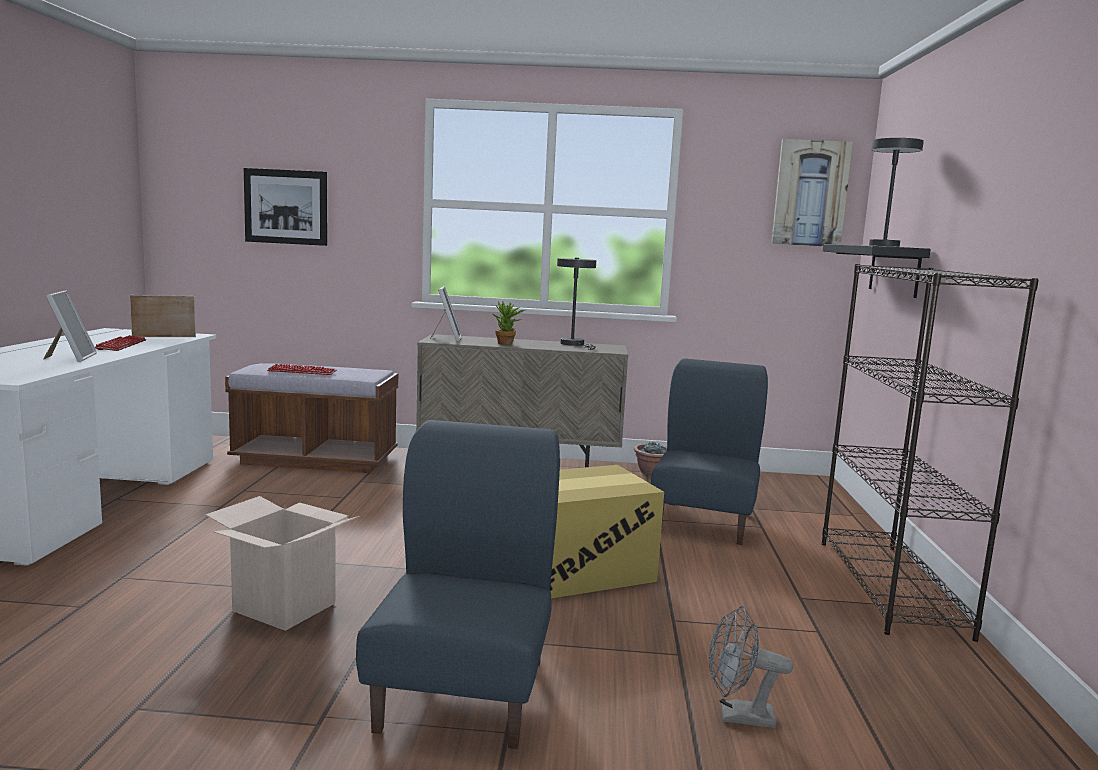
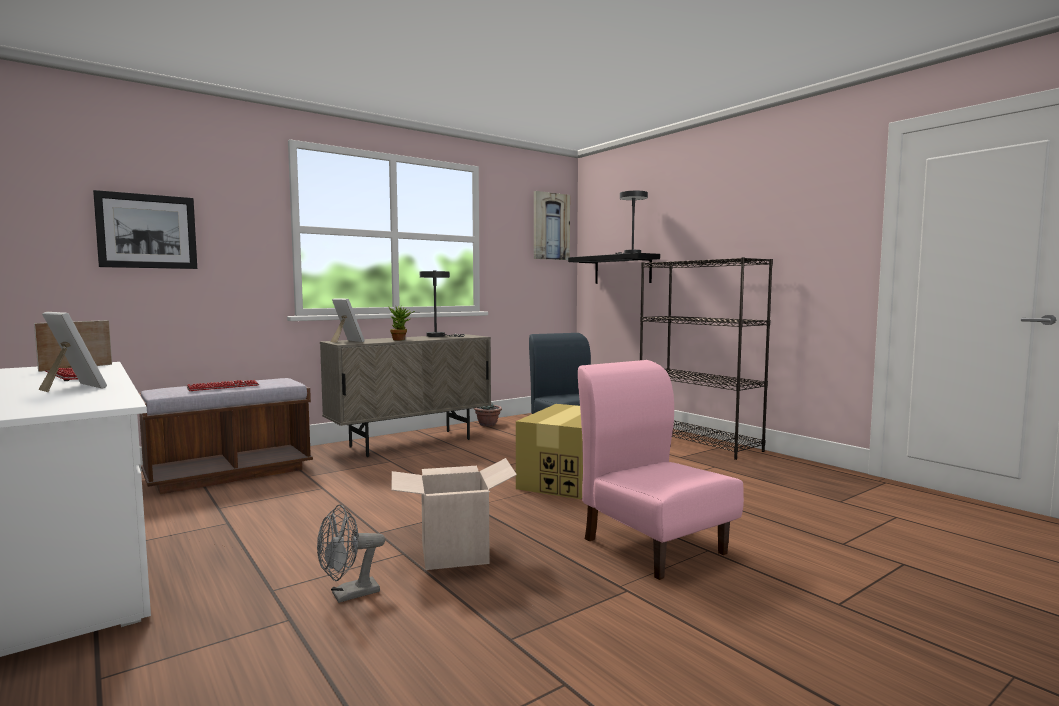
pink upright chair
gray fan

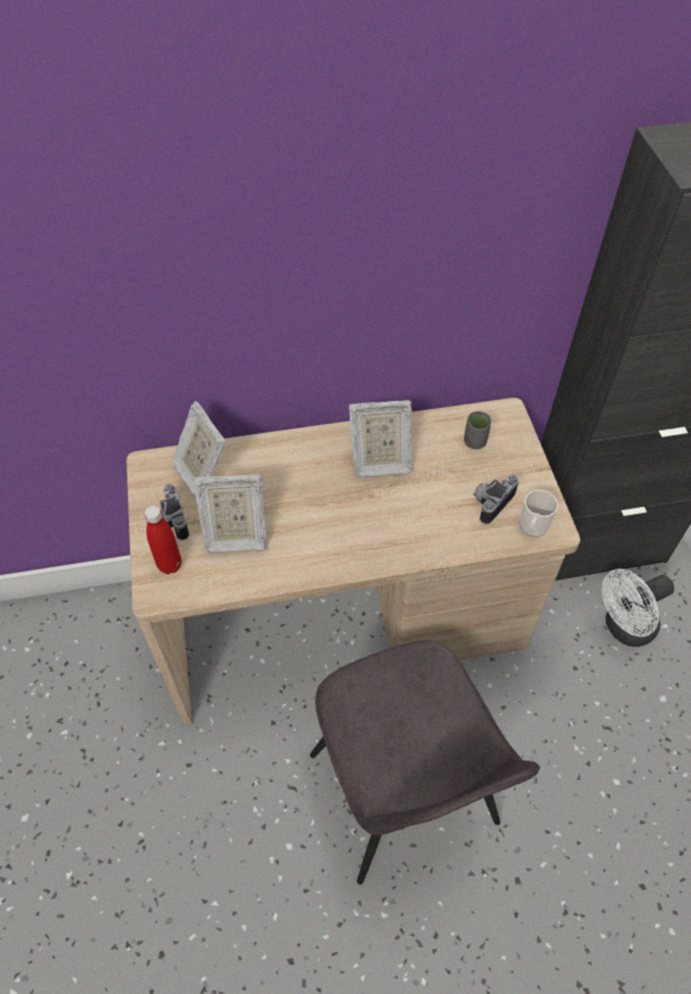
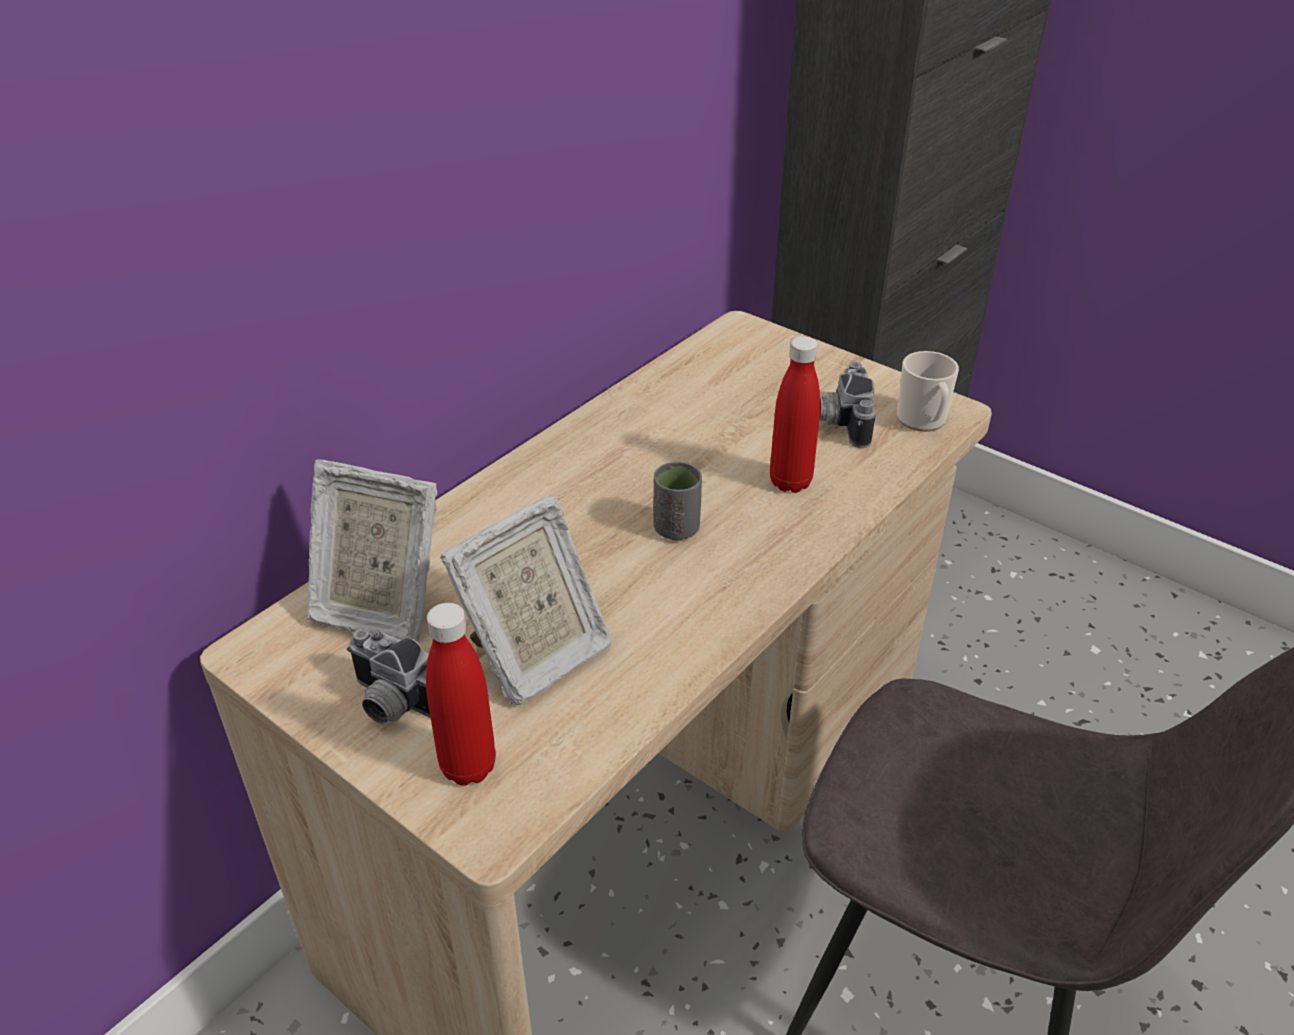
photo frame (3rd from left in the first image)
gray drinking cup
white fan
red-coloured bottle (2nd from left)

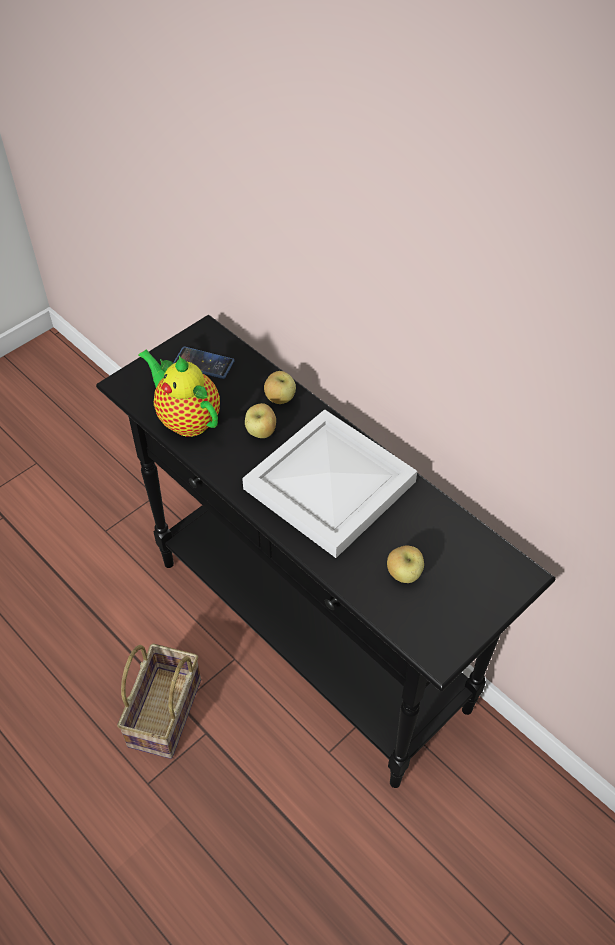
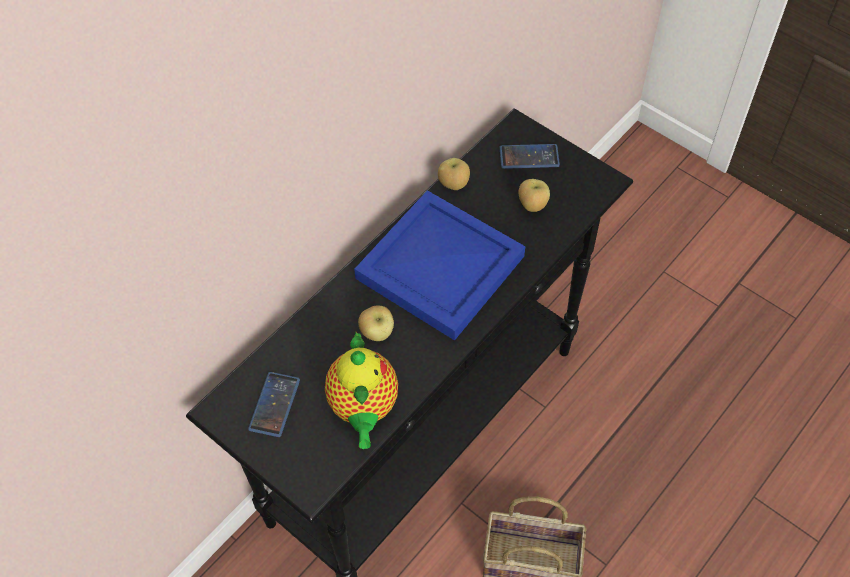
teapot
blue-coloured carrying tray
whole apple (2nd from left)
telephone (2nd from left)

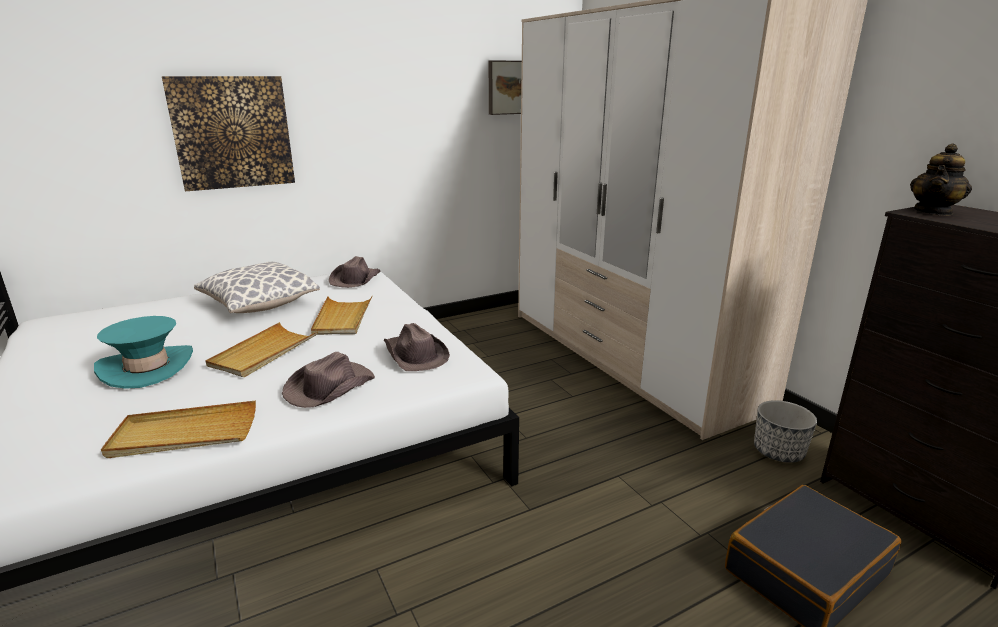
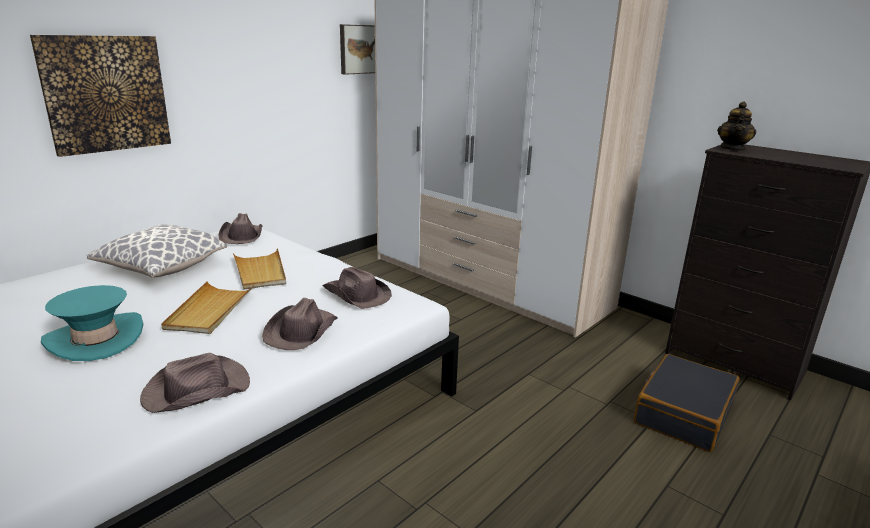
brown hat (1st from left)
planter

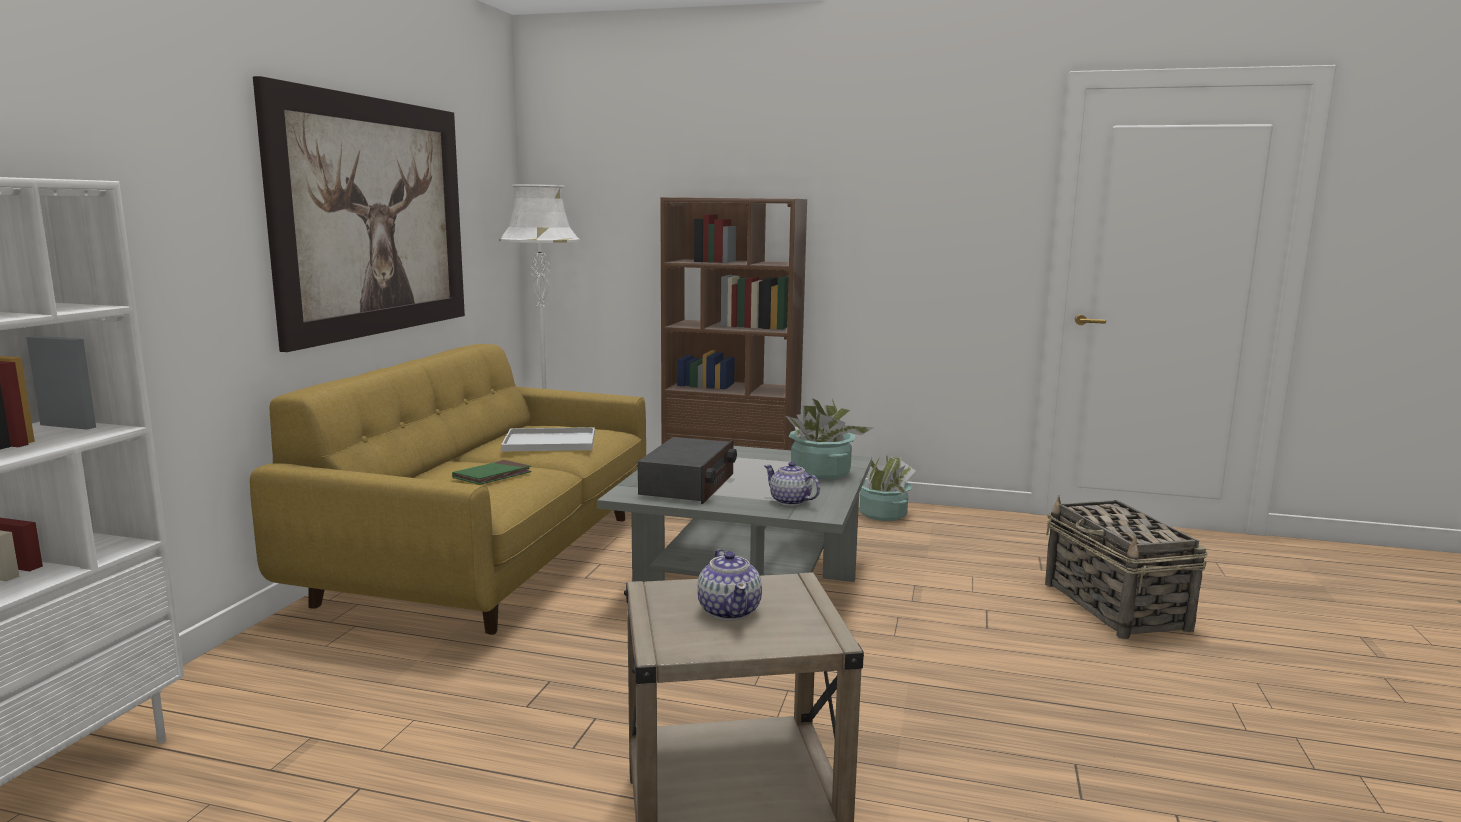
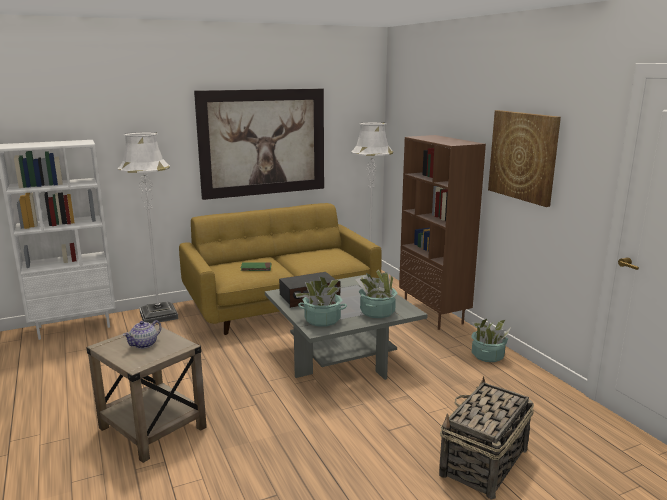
white carrying tray
potted plant (1st from left)
white standing lamp (1st from left)
wall art (2nd from left)

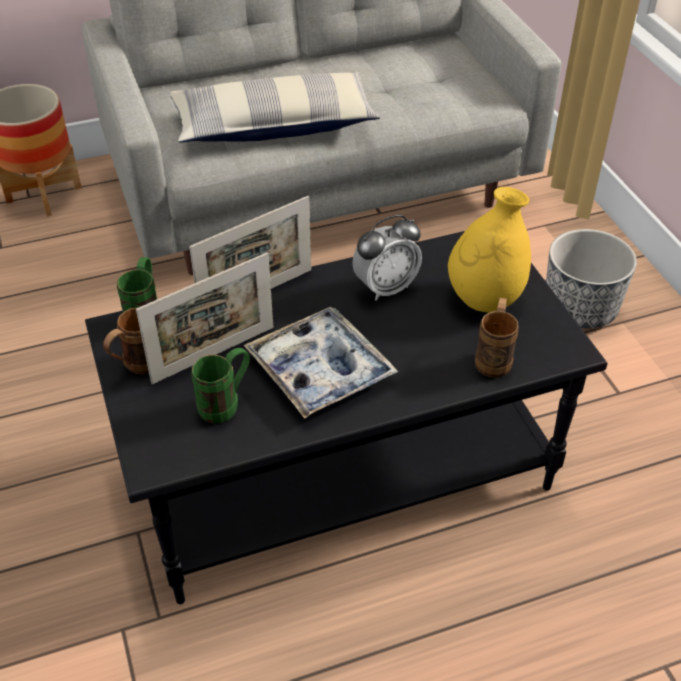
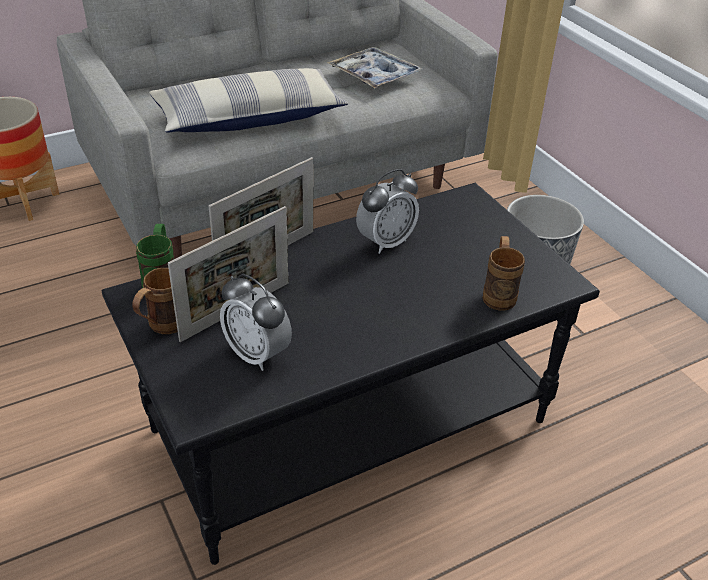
table clock (1st from left)
carrying tray
yellow flower vase

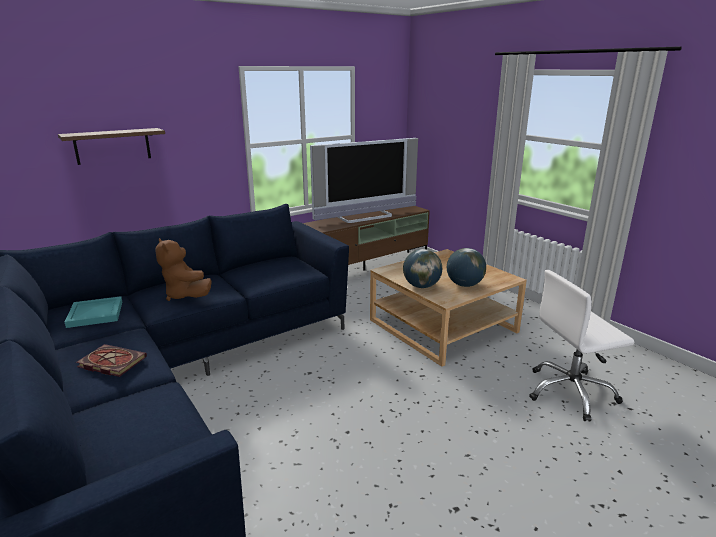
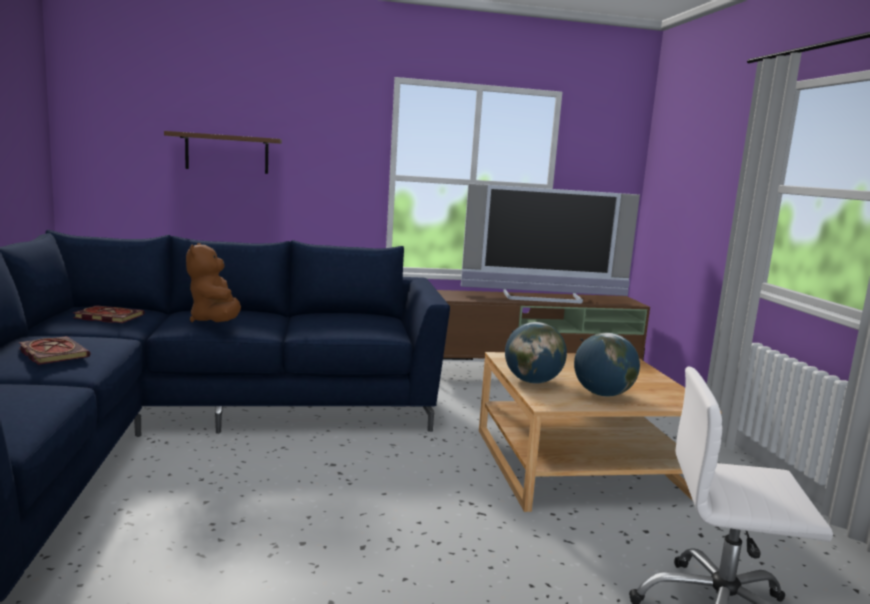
bound book (2nd from left)

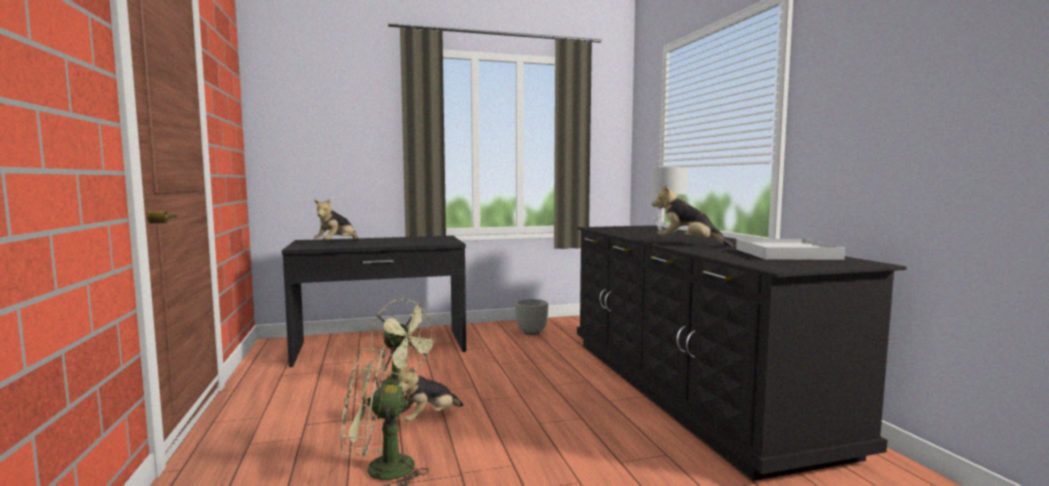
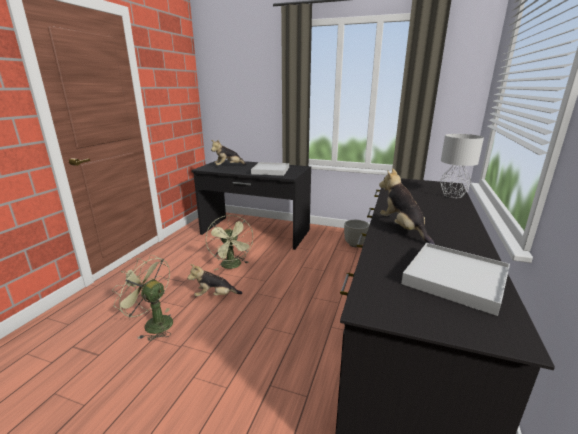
white carrying tray (1st from left)

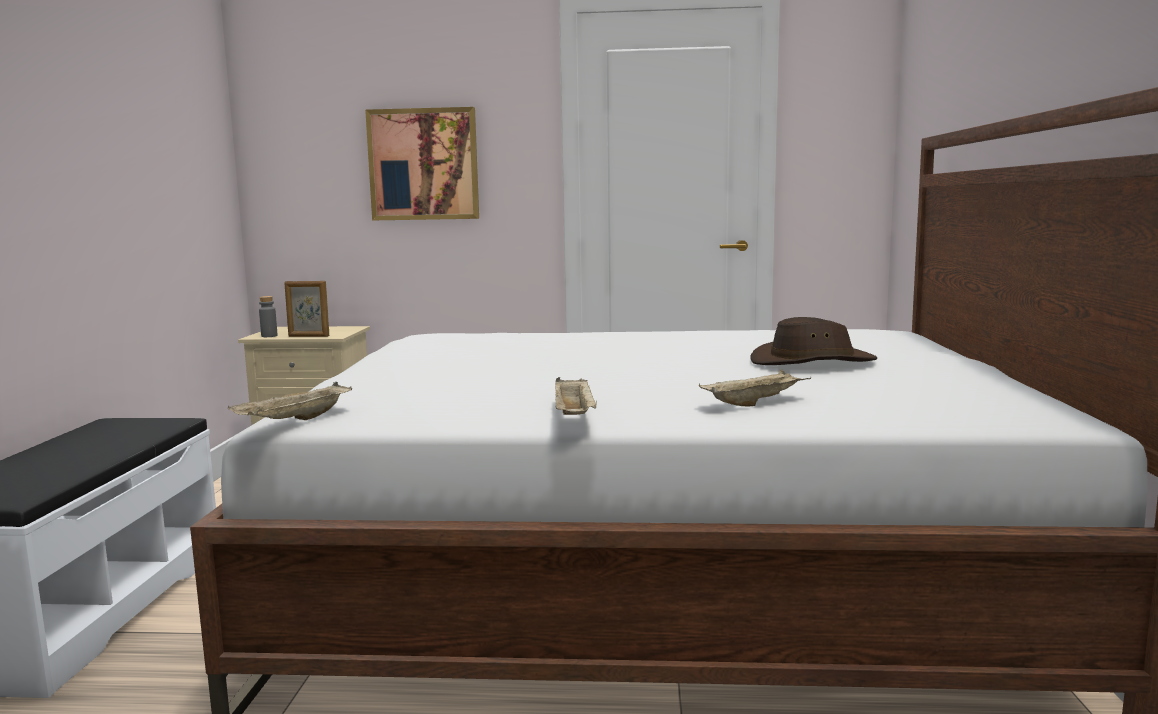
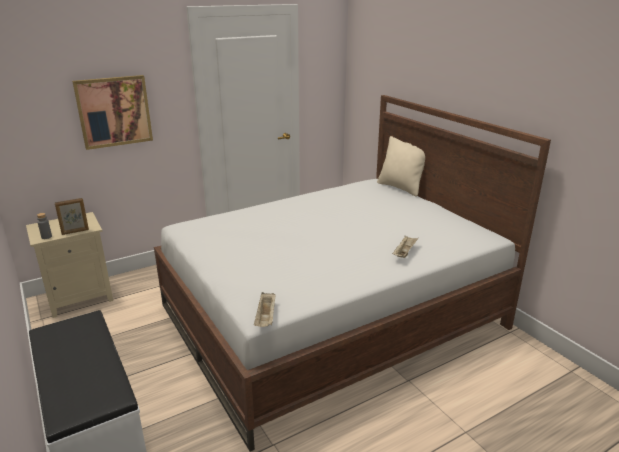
beige carrying tray (2nd from left in the first image)
brown hat
beige throw pillow

